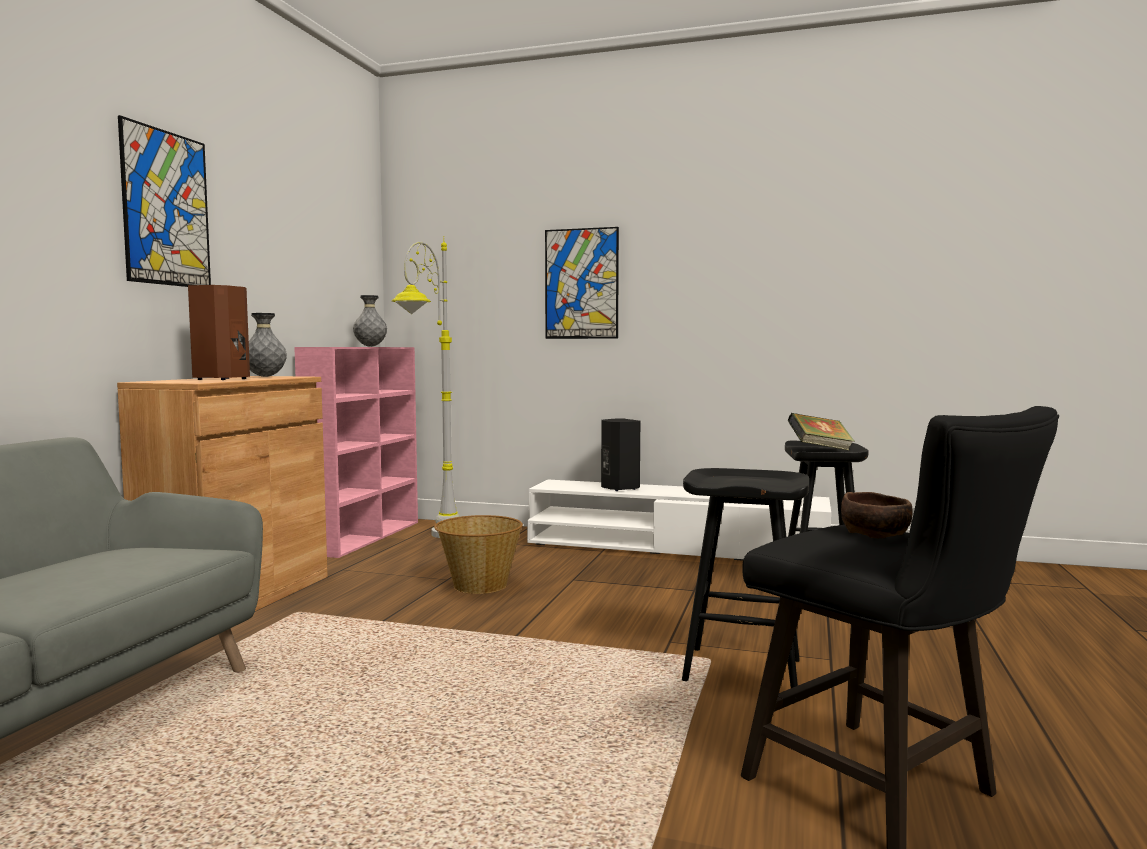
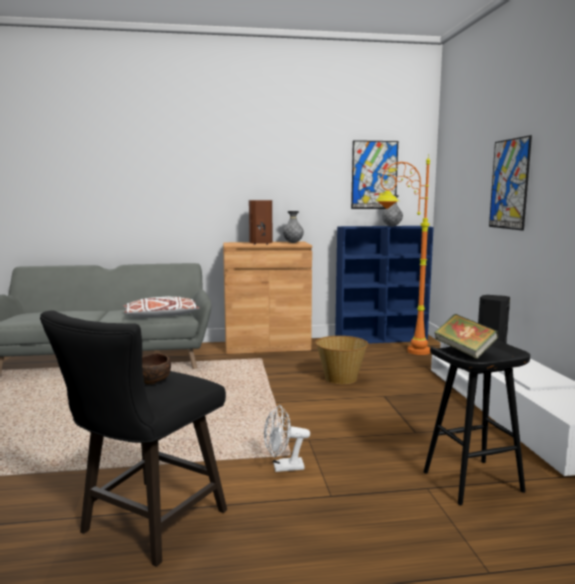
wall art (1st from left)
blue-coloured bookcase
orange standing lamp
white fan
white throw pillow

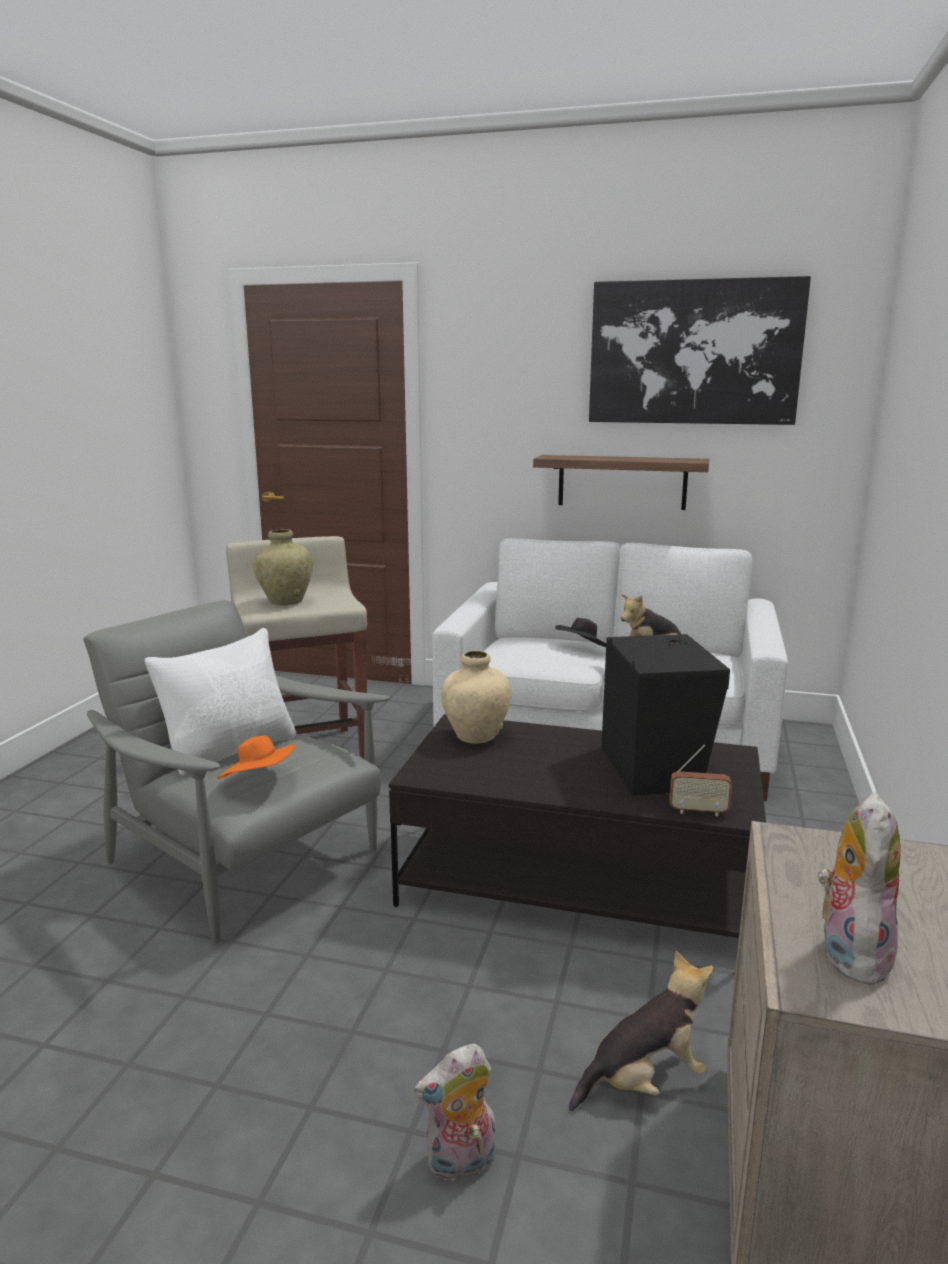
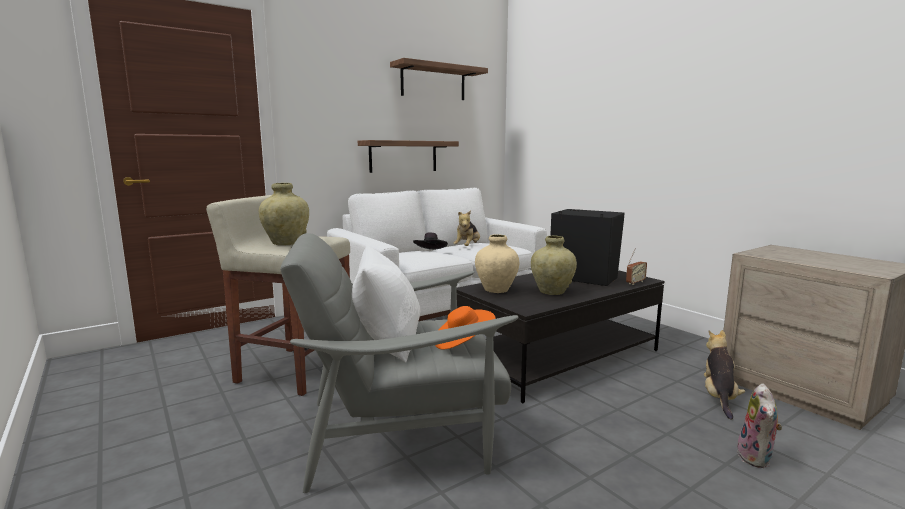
bracket shelf (2nd from left)
cuddly toy (4th from left in the first image)
beige flower vase (3rd from left)

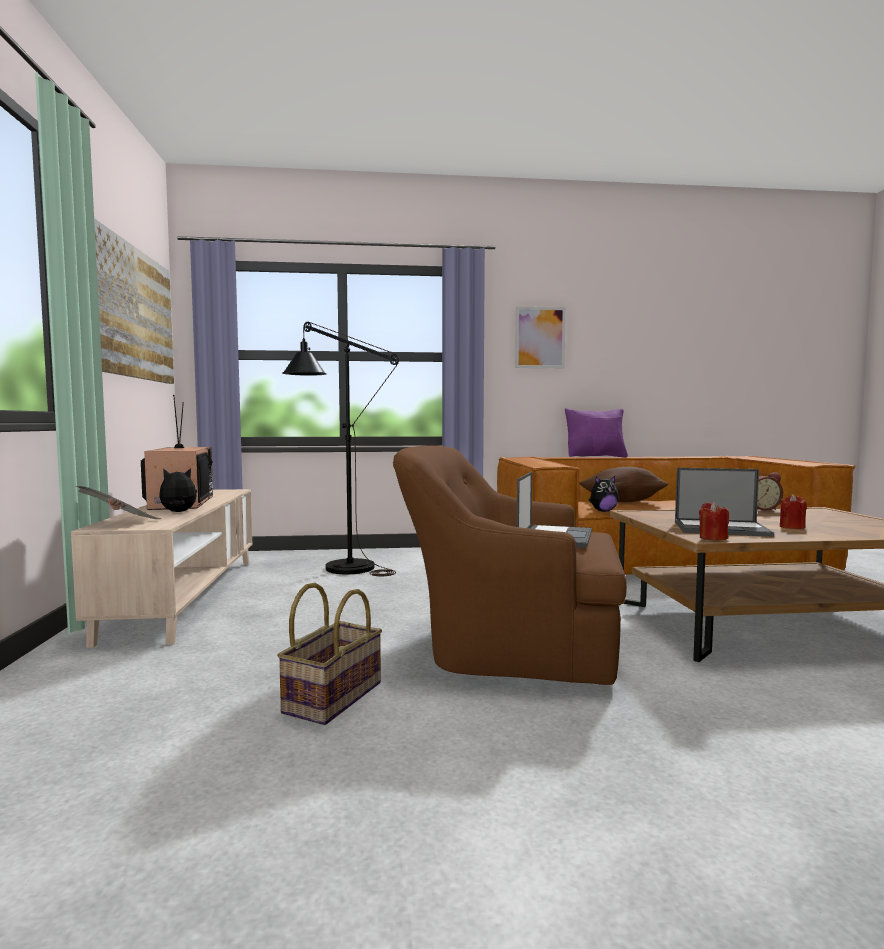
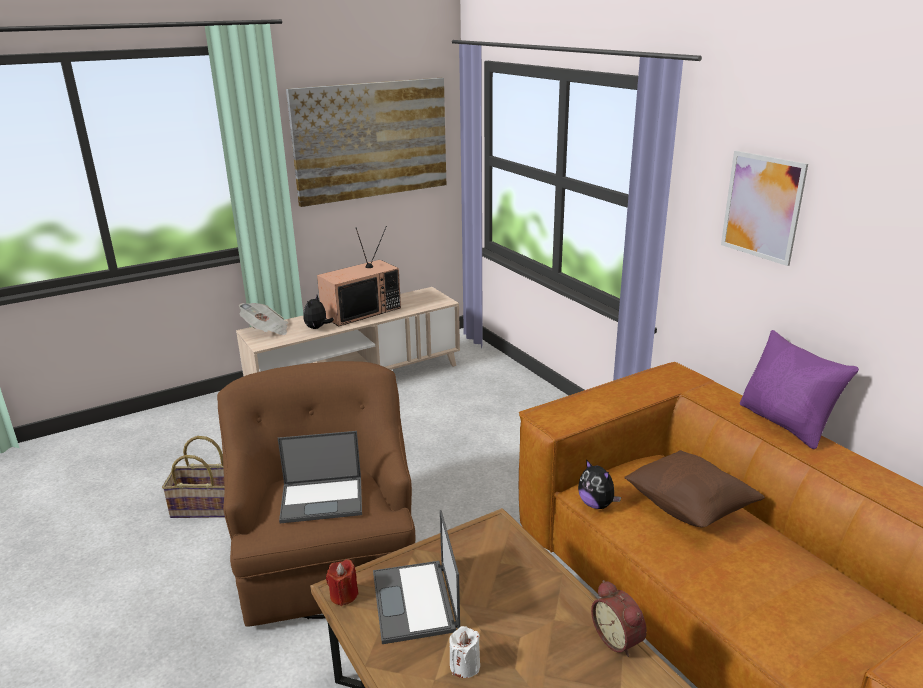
cuddly toy (1st from left)
blackish standing lamp
white wax candle

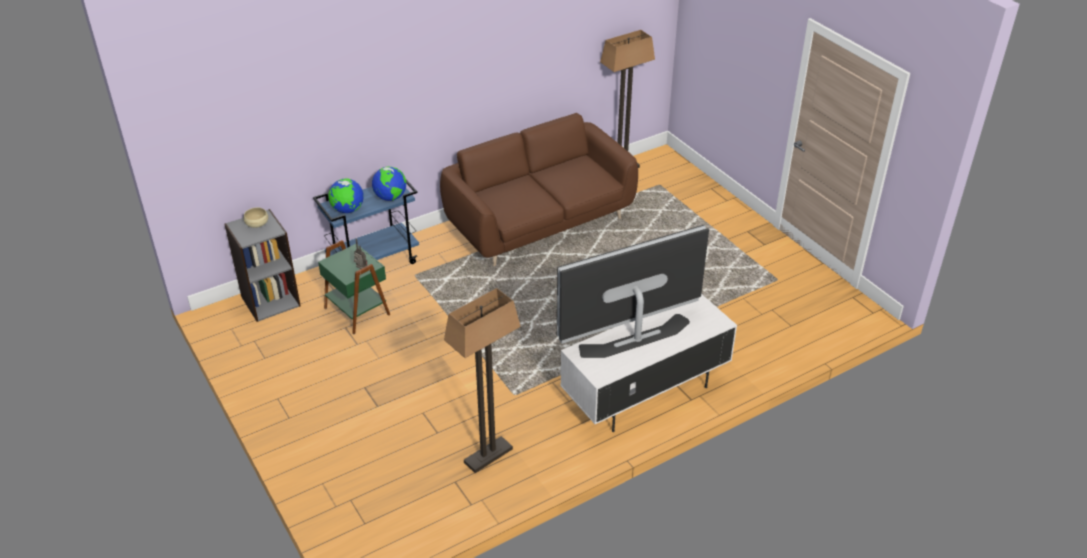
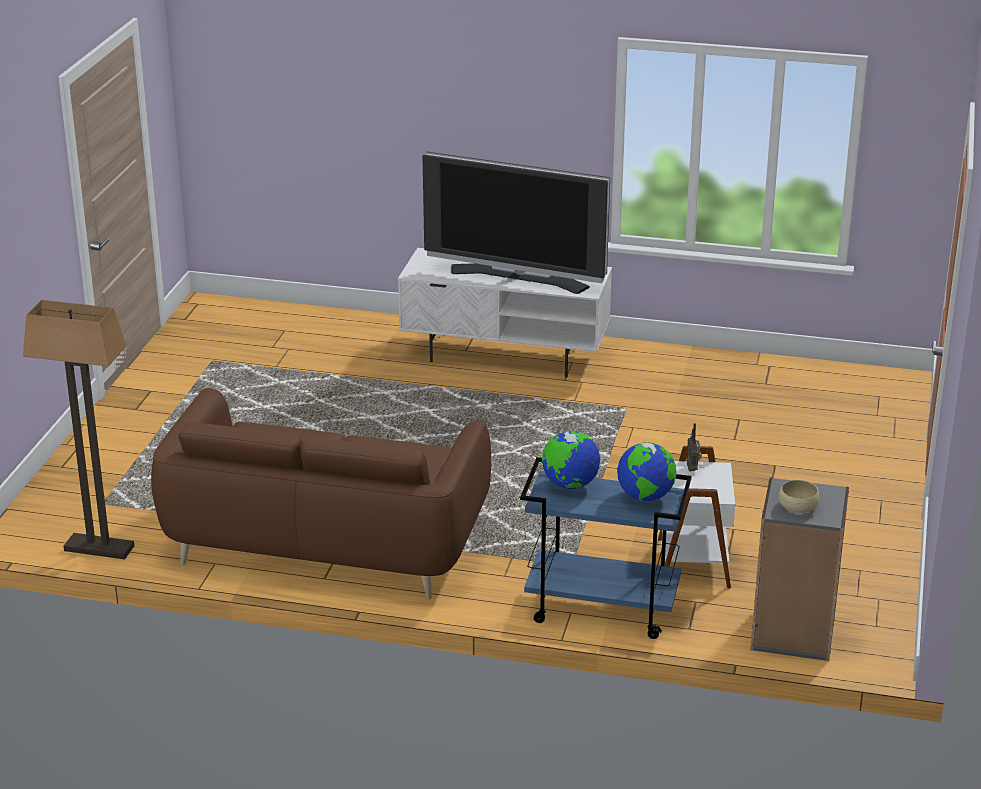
white end table
standing lamp (1st from left in the first image)

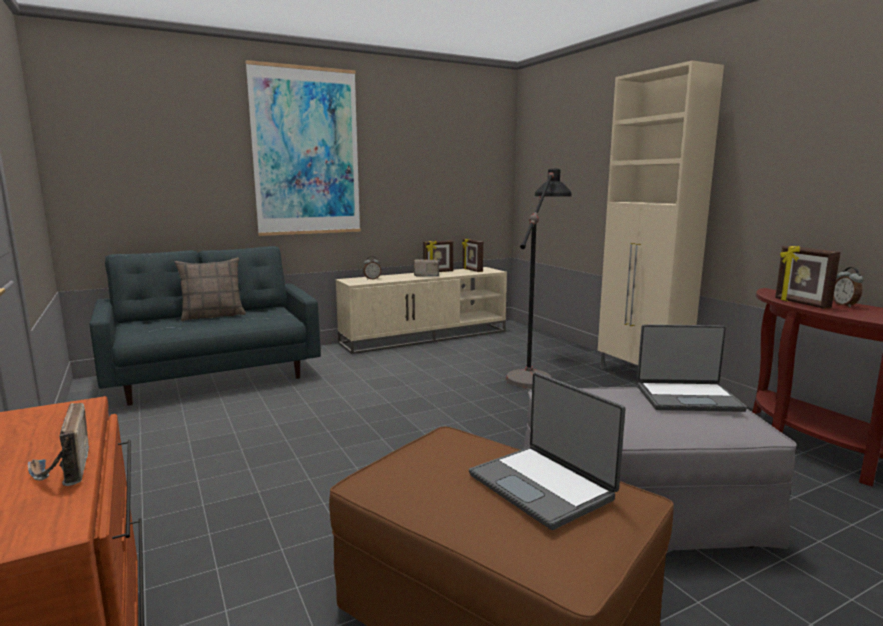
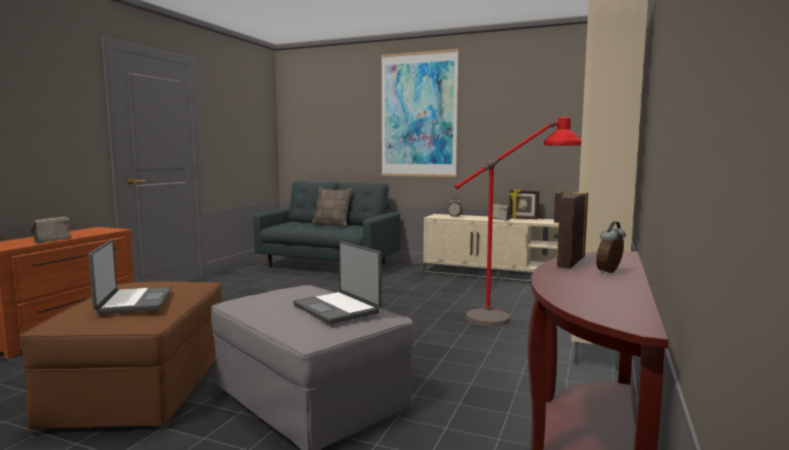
laptop (1st from left)
red-coloured standing lamp

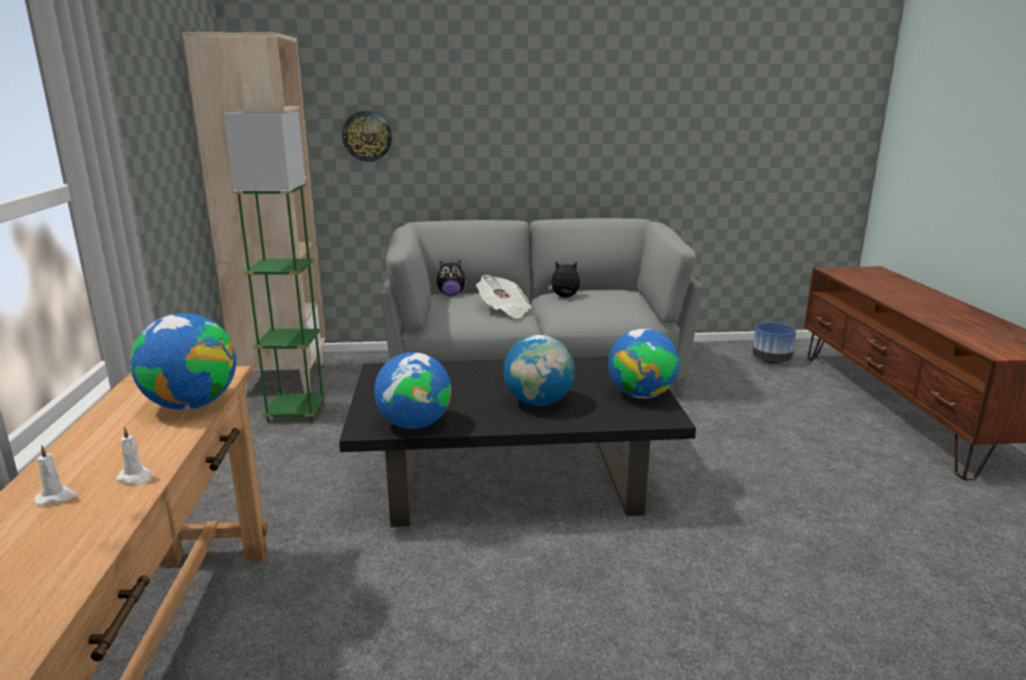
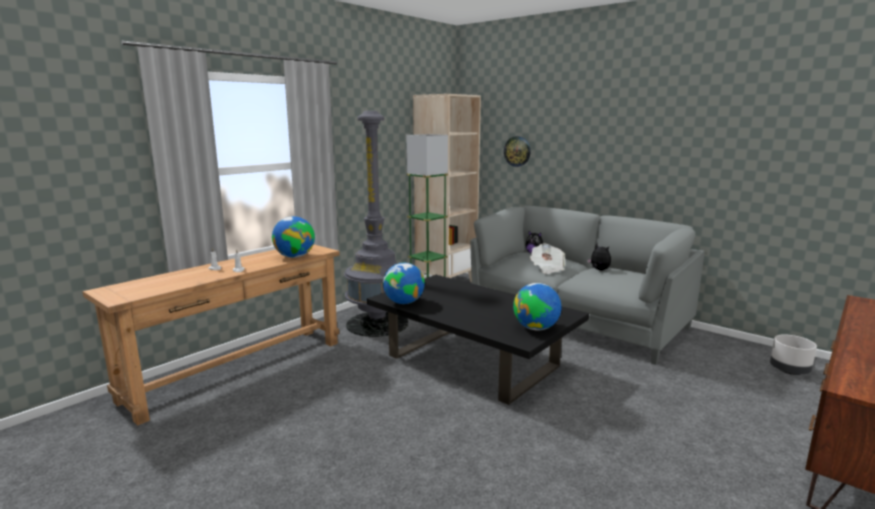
desk globe (3rd from left in the first image)
gray planter
gray standing lamp

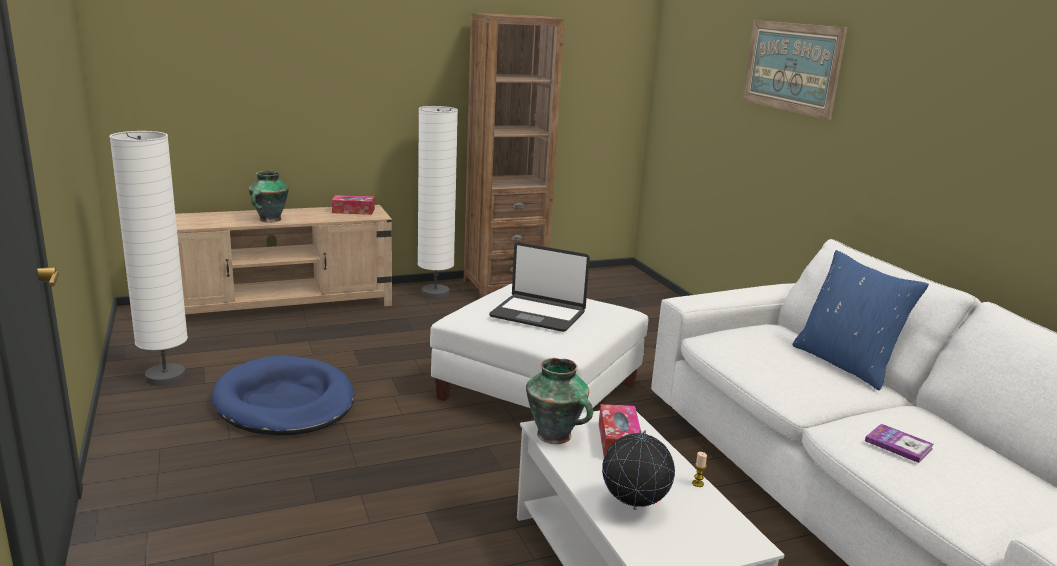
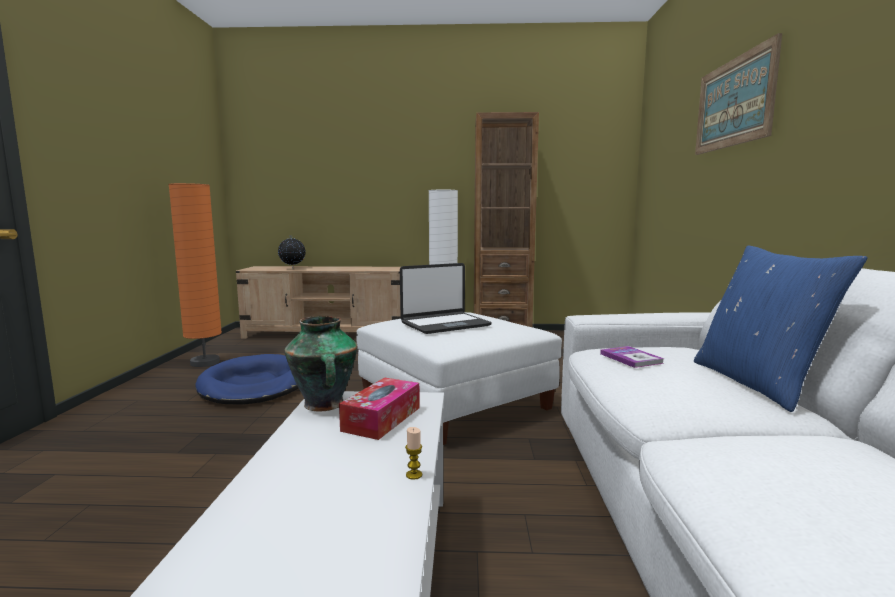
orange standing lamp
flower vase (1st from left in the first image)
box of tissues (1st from left in the first image)
laptop
desk globe
bound book

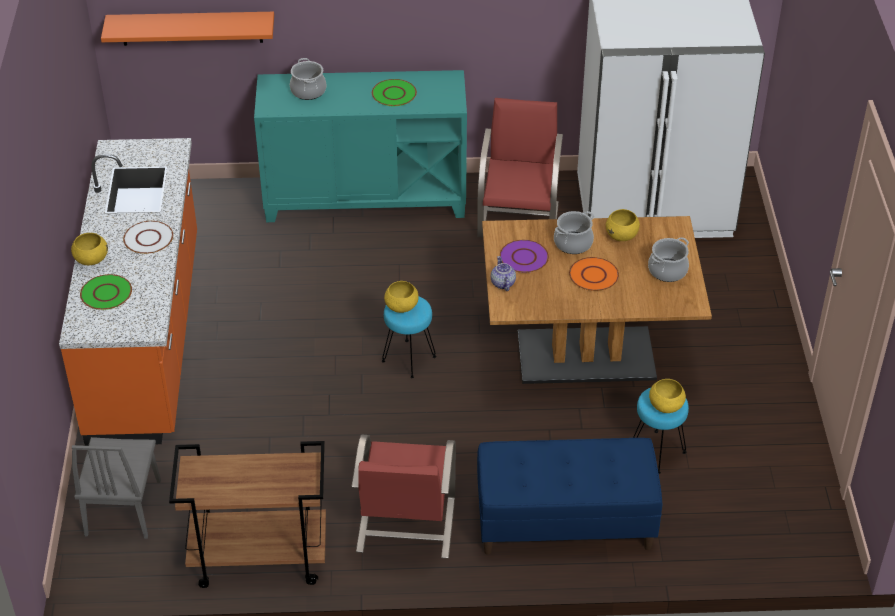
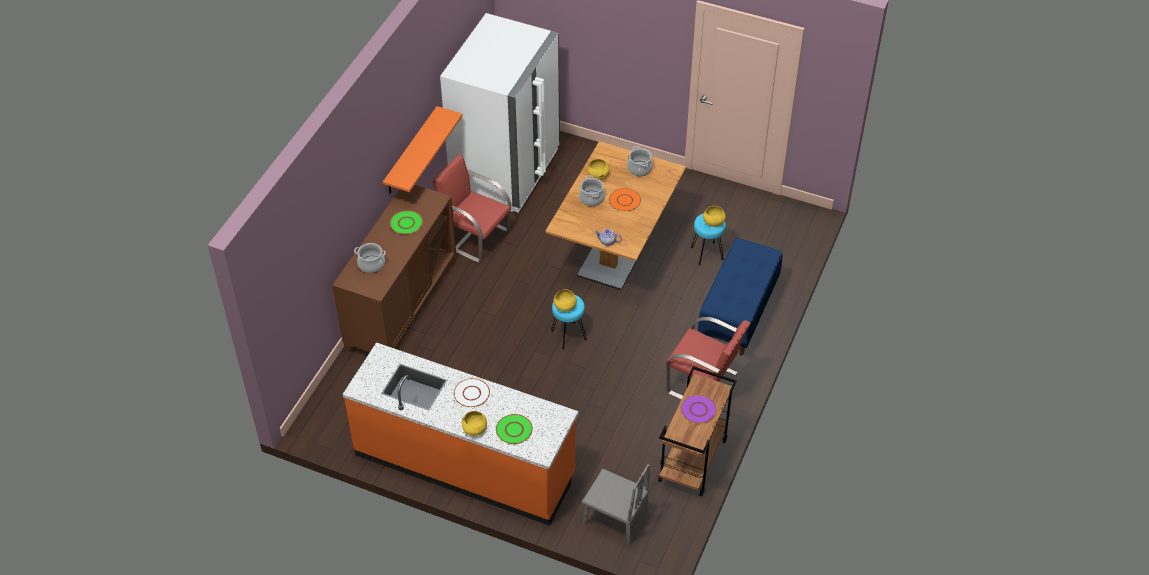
orange bracket shelf
brown cupboard
purplish plate

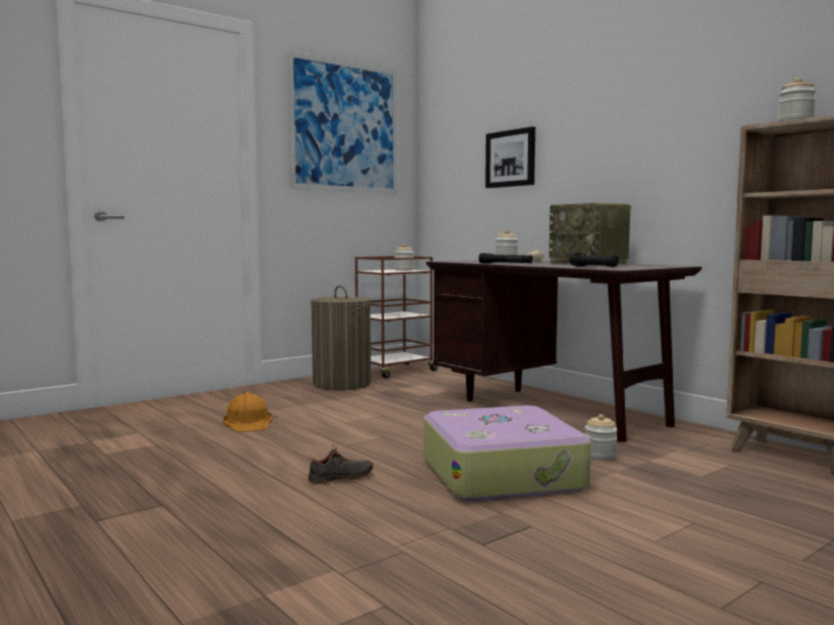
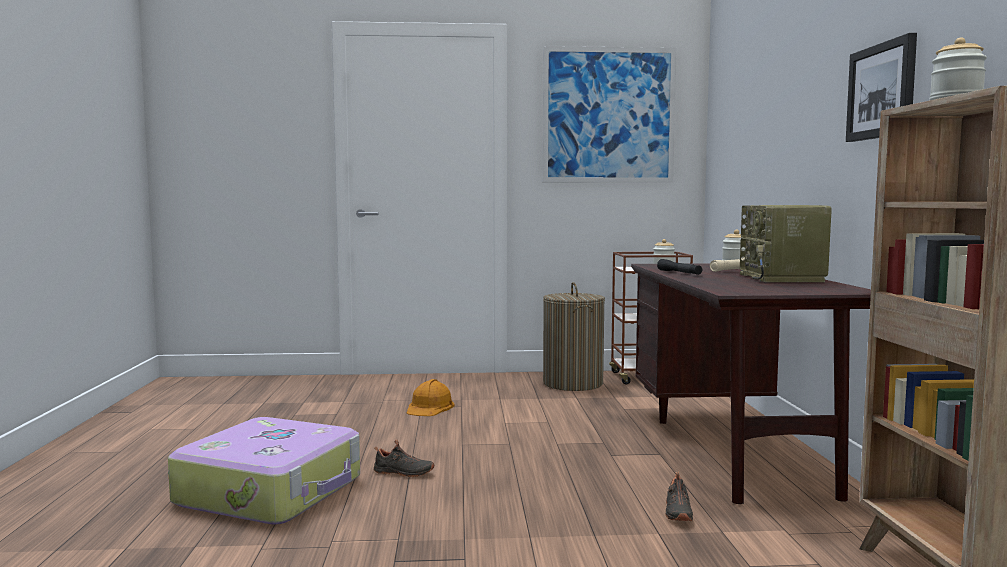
piece of luggage
wall art (2nd from left)
blackish hand torch (2nd from left in the first image)
blackish shoe (2nd from left)

